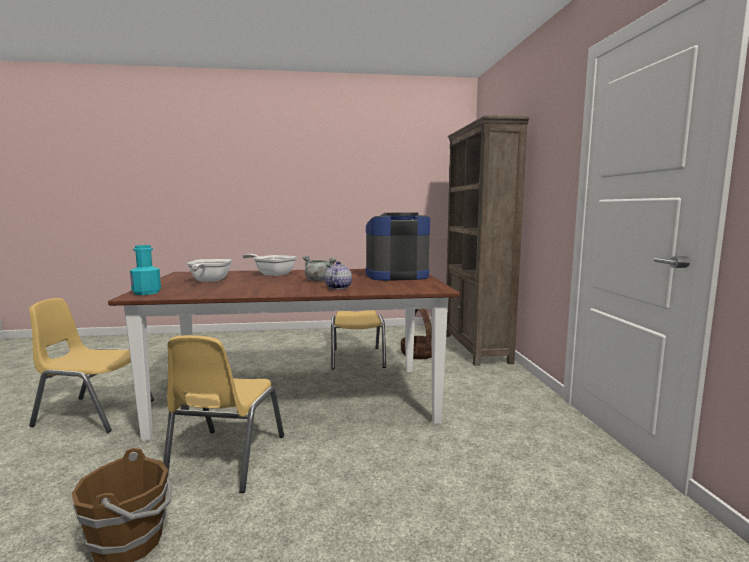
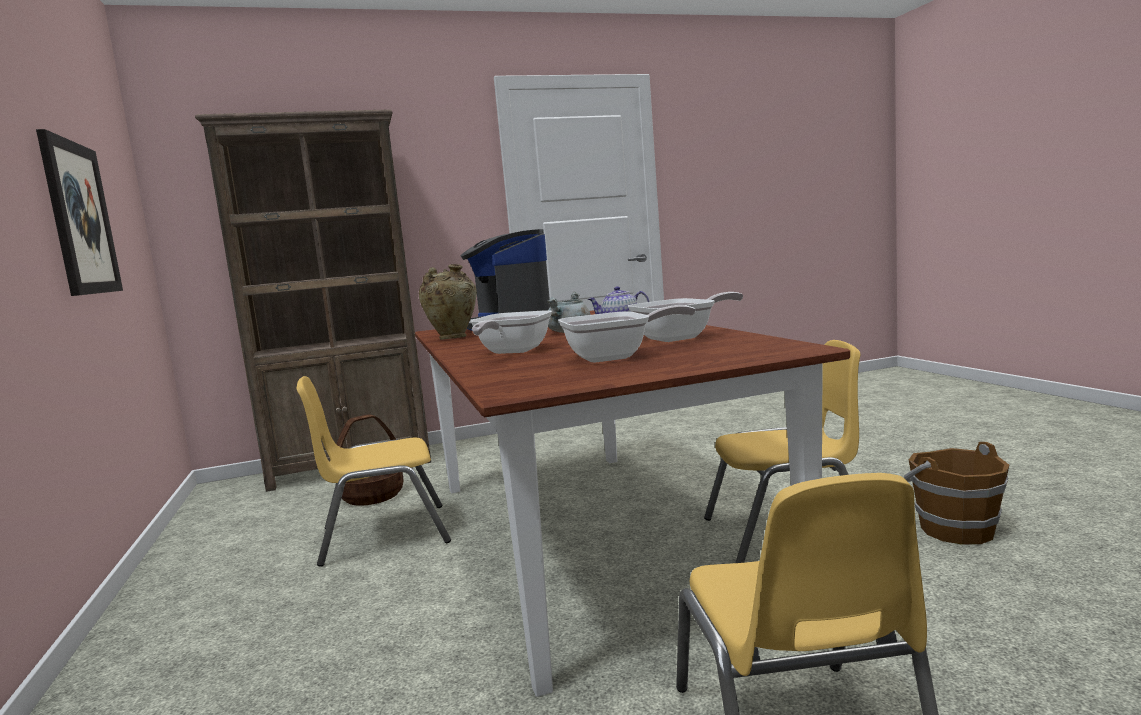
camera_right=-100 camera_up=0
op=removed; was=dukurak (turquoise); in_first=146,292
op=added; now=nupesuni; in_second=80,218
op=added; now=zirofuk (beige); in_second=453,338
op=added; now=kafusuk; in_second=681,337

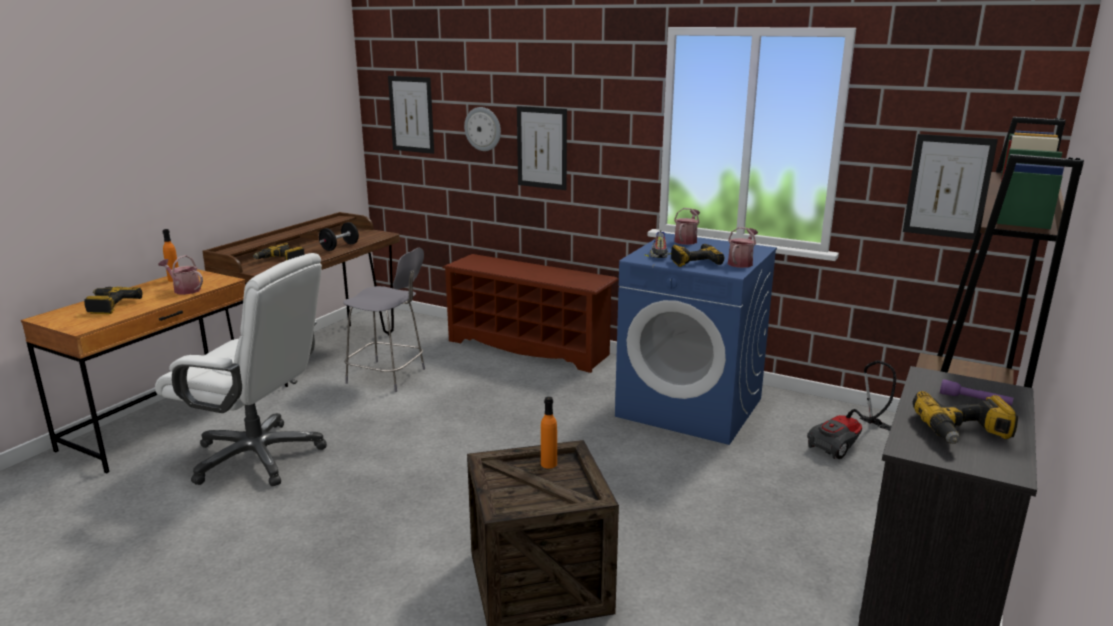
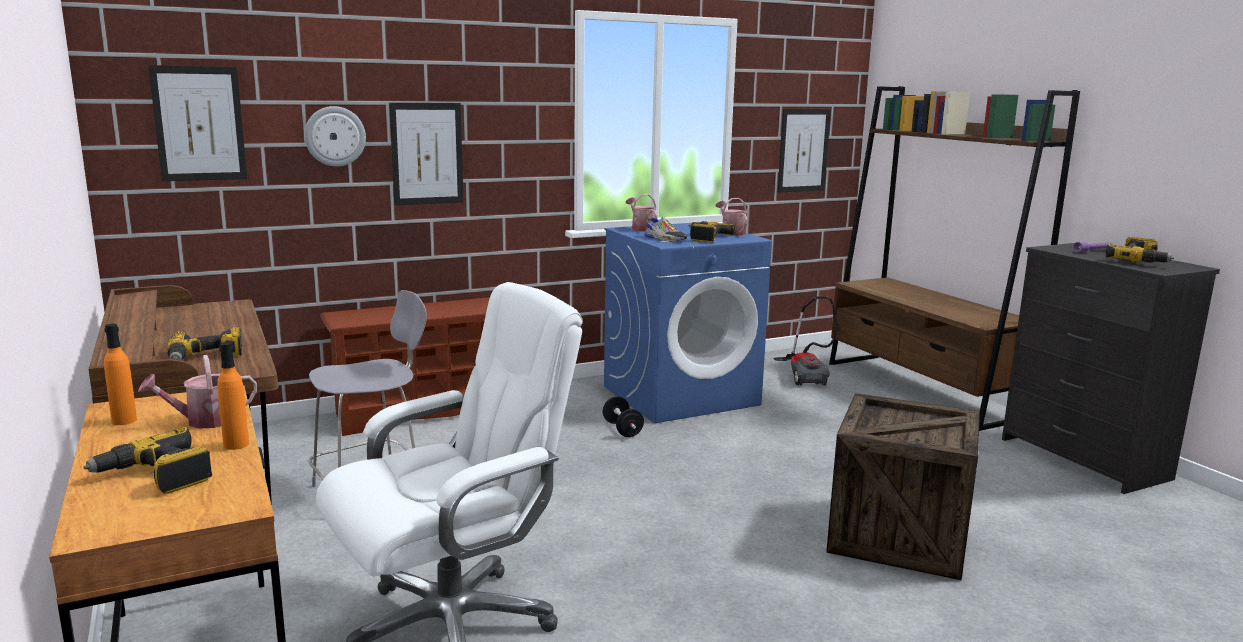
camera_right=-55 camera_up=-5
op=moved; was=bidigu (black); in_first=340,247; in_second=622,429
op=moved; was=dukurak (orange); in_first=549,464; in_second=236,445

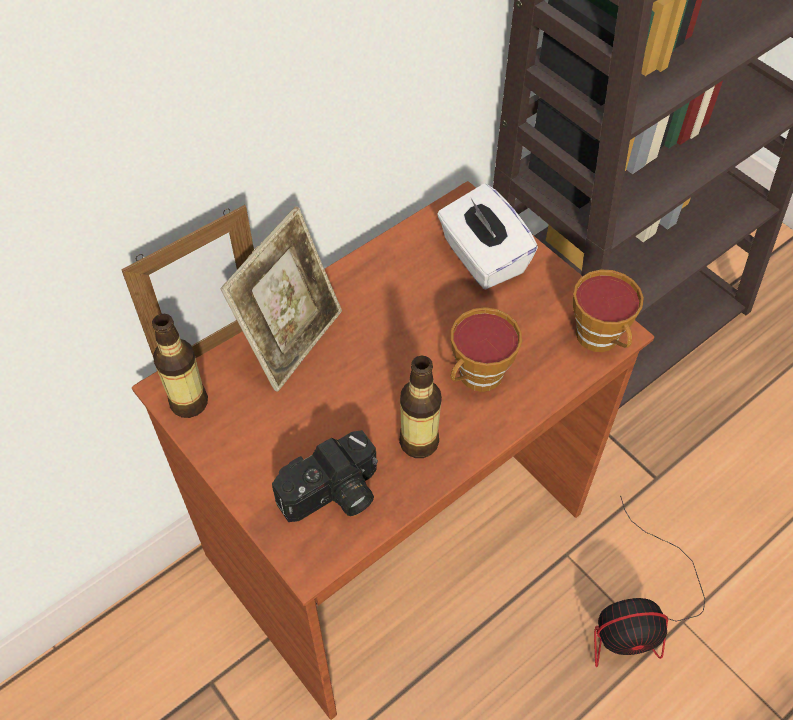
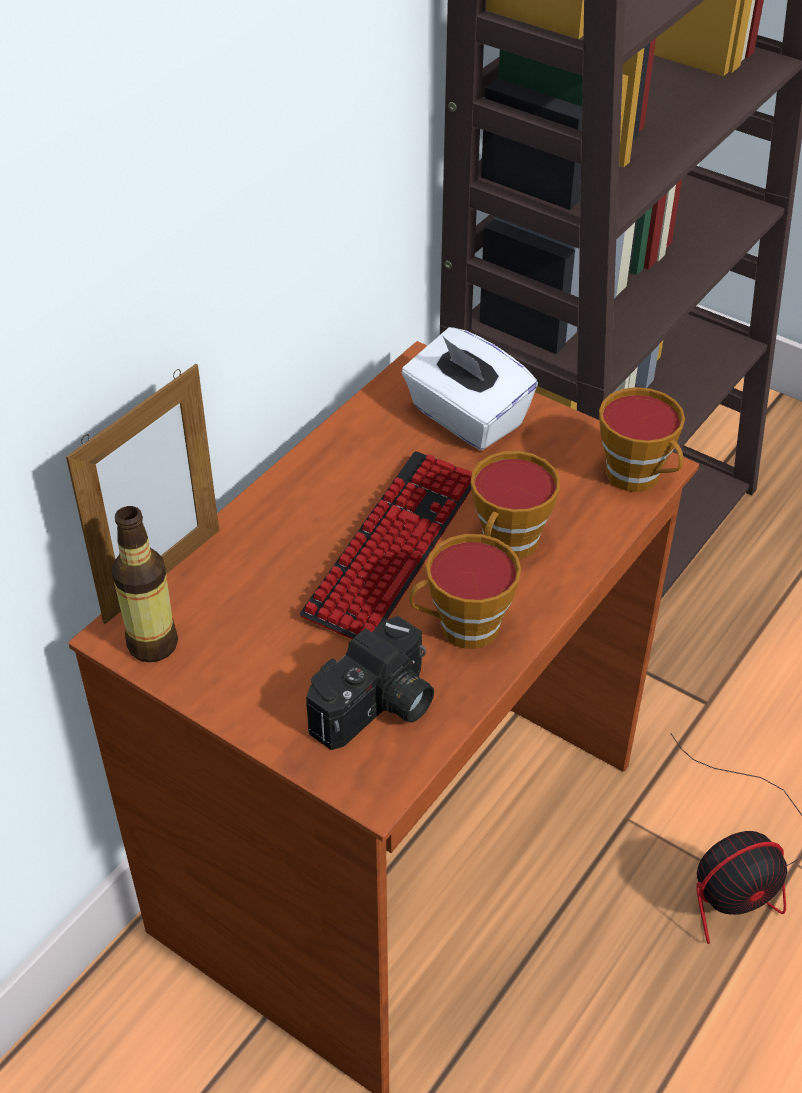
camera_right=-15 camera_up=-10
op=removed; was=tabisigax; in_first=292,340
op=replaced; was=dukurak; now=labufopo; in_first=418,442; in_second=462,629
op=added; now=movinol; in_second=393,547

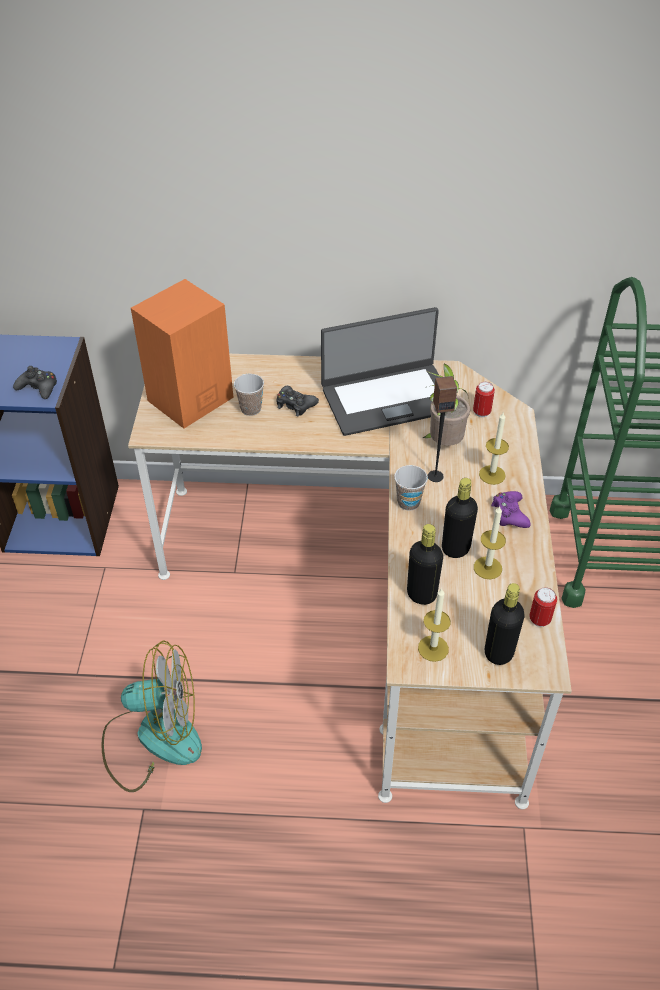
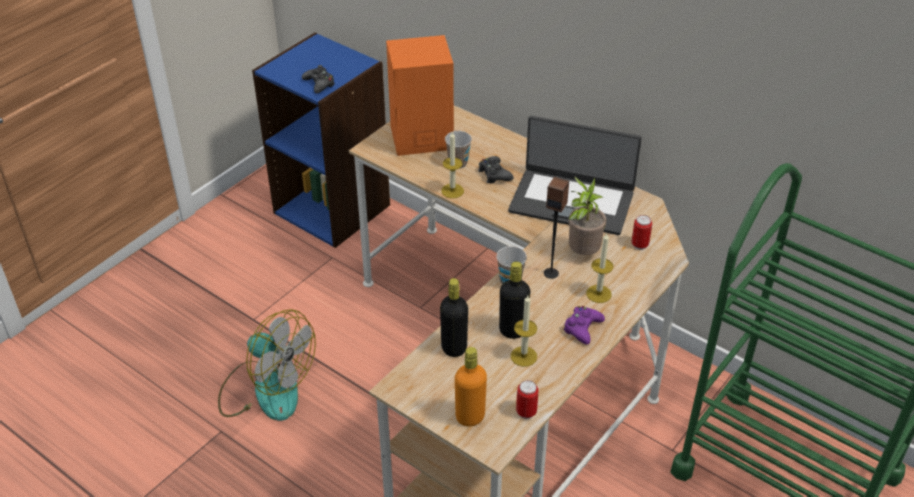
camera_right=35 camera_up=-5
op=recoloured; was=dukurak (black); now=dukurak (orange); in_first=498,653; in_second=470,417
op=moved; was=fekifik; in_first=433,648; in_second=452,191

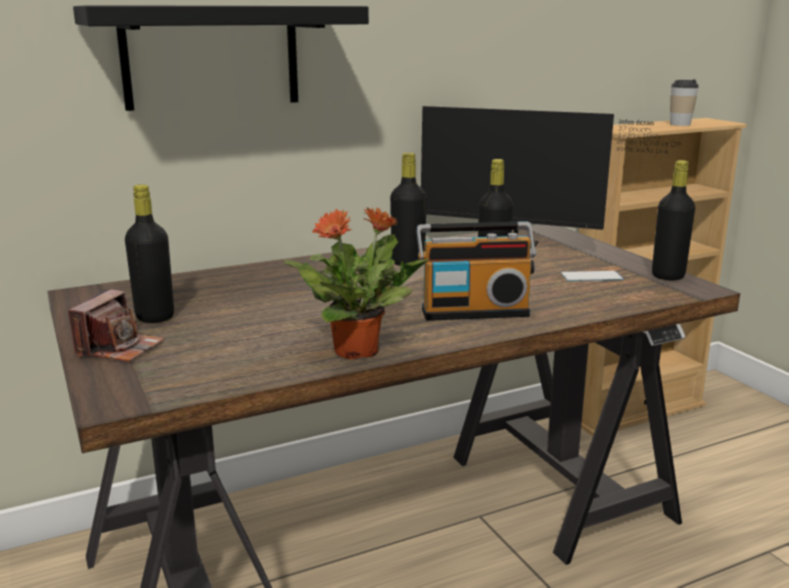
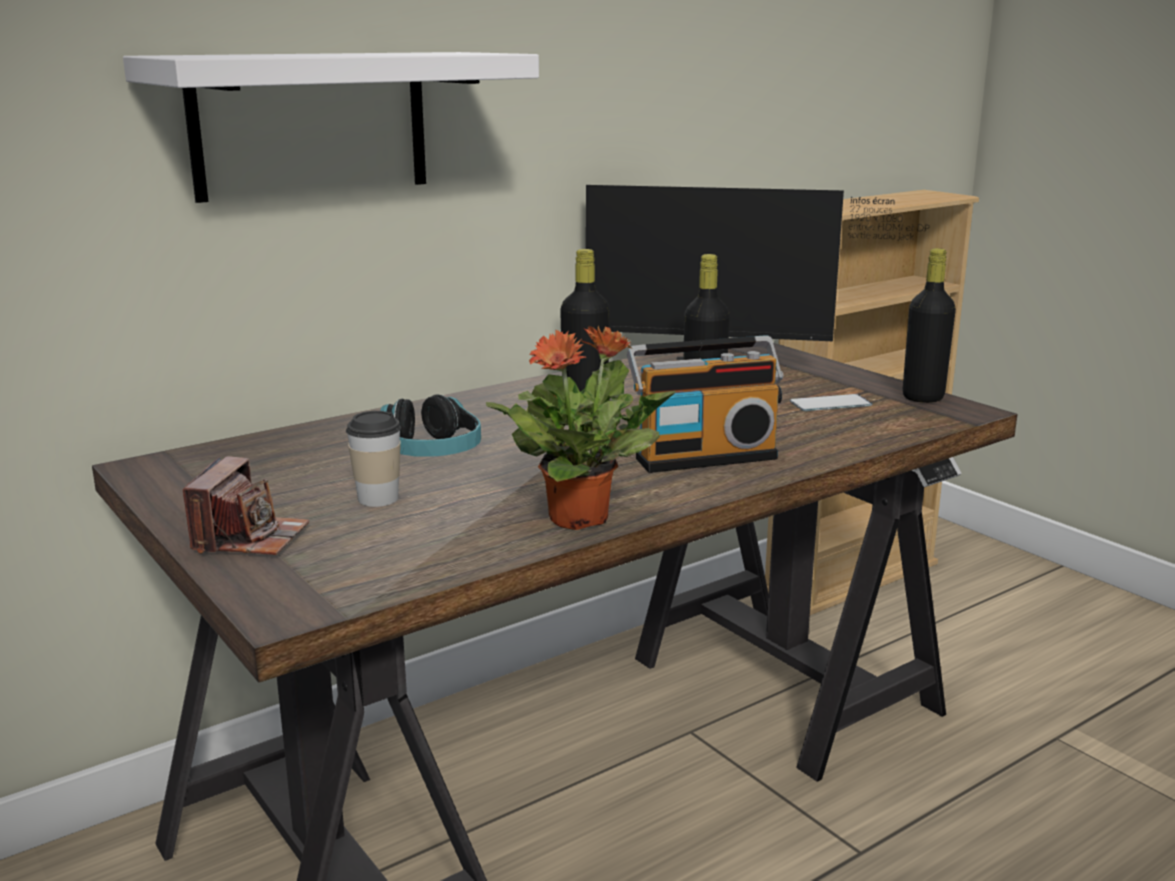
camera_right=-10 camera_up=0
op=recoloured; was=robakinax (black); now=robakinax (white); in_first=211,57; in_second=311,124
op=moved; was=labufopo; in_first=680,124; in_second=378,498
op=removed; was=dukurak (black); in_first=155,317
op=added; now=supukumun; in_second=431,451

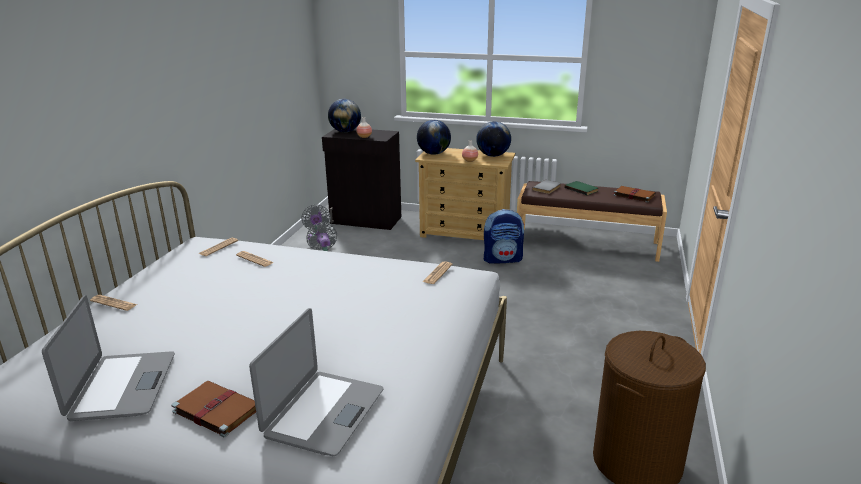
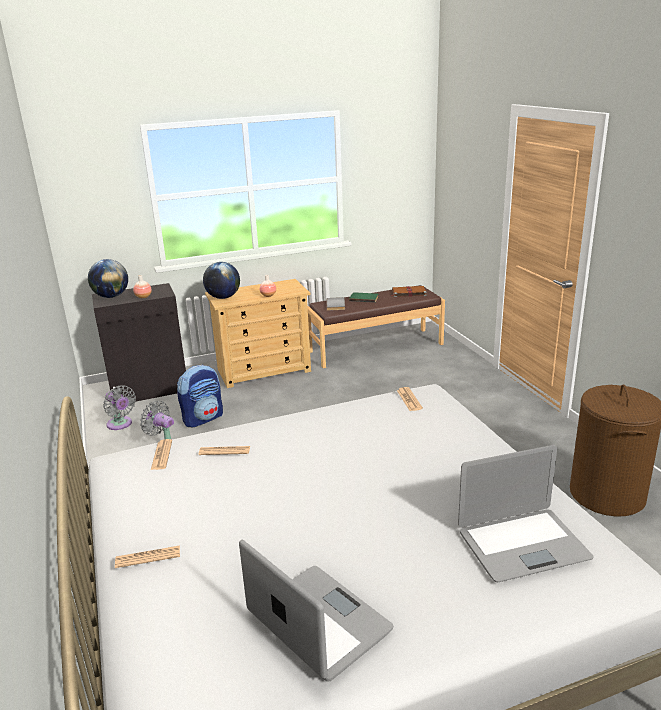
camera_right=-35 camera_up=0
op=removed; was=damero; in_first=493,155
op=moved; was=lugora; in_first=503,259; in_second=203,418
op=turned; was=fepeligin; in_first=323,413; in_second=522,544; clockwise=90
op=removed; was=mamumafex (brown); in_first=215,409

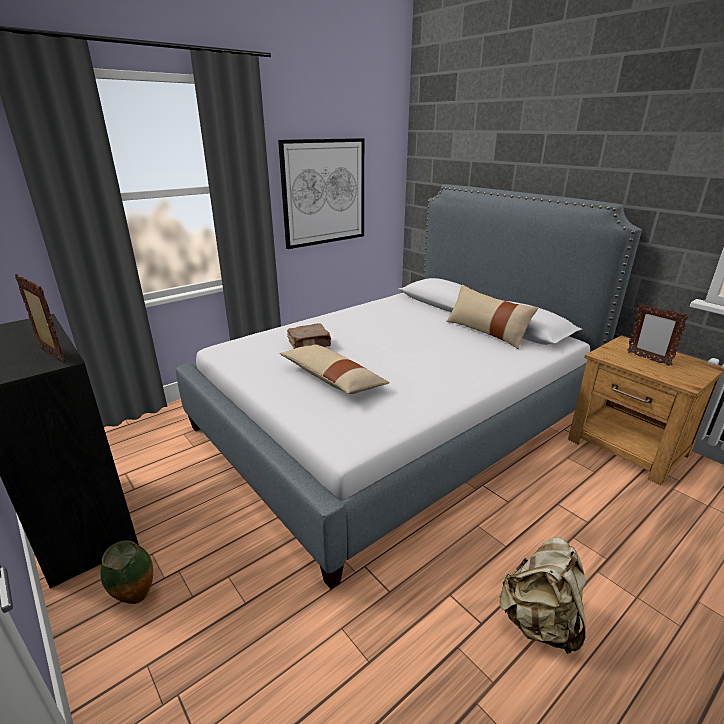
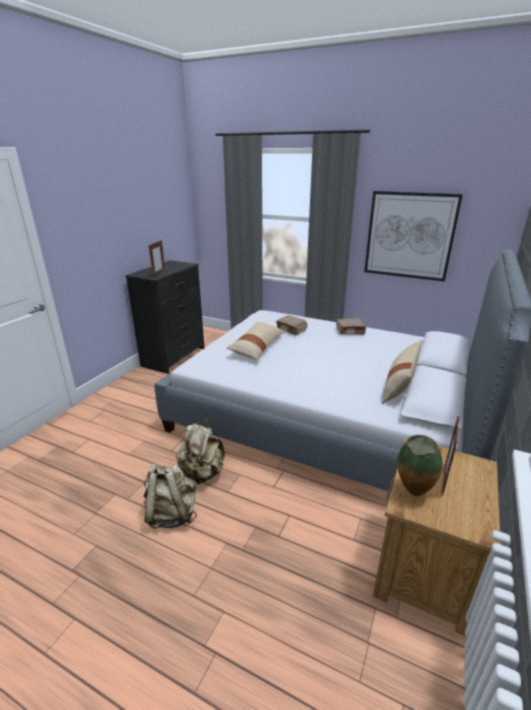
camera_right=65 camera_up=0
op=moved; was=zirofuk; in_first=137,600; in_second=412,493
op=added; now=mamumafex (brown); in_second=350,331
op=added; now=lugora (beige); in_second=202,473

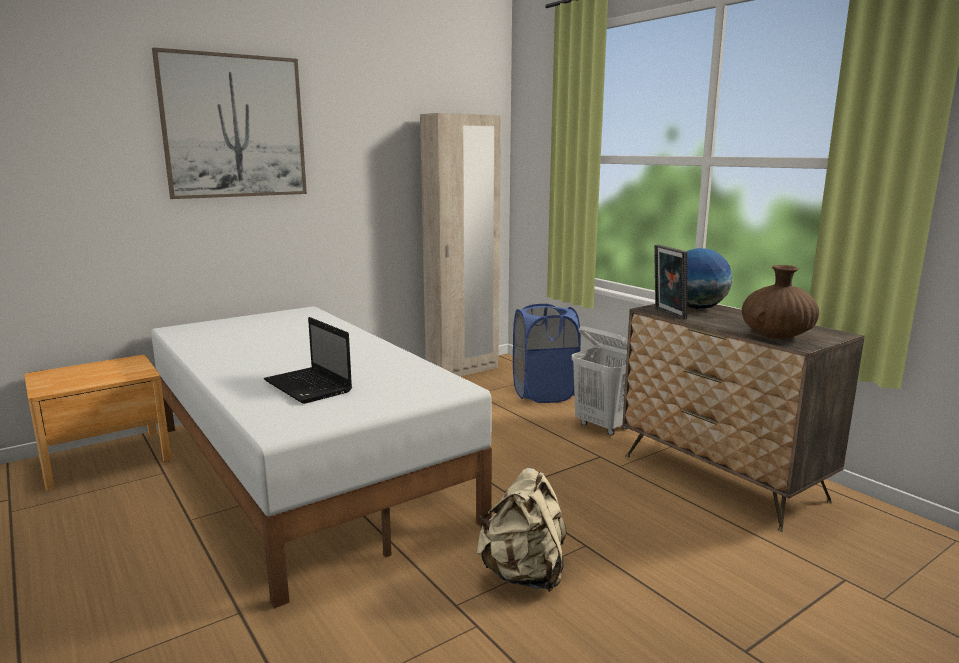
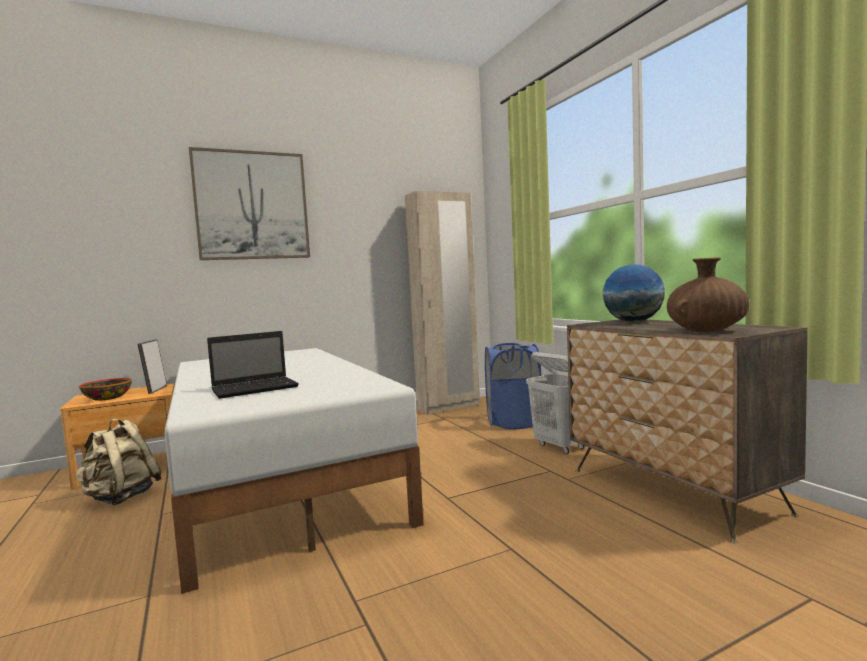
camera_right=10 camera_up=-10
op=moved; was=tabisigax; in_first=667,313; in_second=155,390
op=turned; was=fepeligin; in_first=309,387; in_second=256,388; clockwise=-90
op=moved; was=lugora (beige); in_first=524,574; in_second=120,498
op=added; now=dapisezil; in_second=107,398

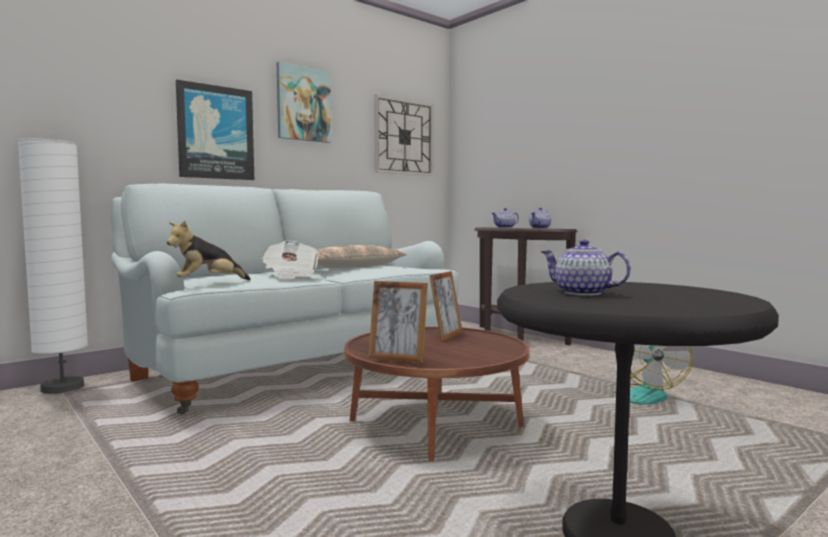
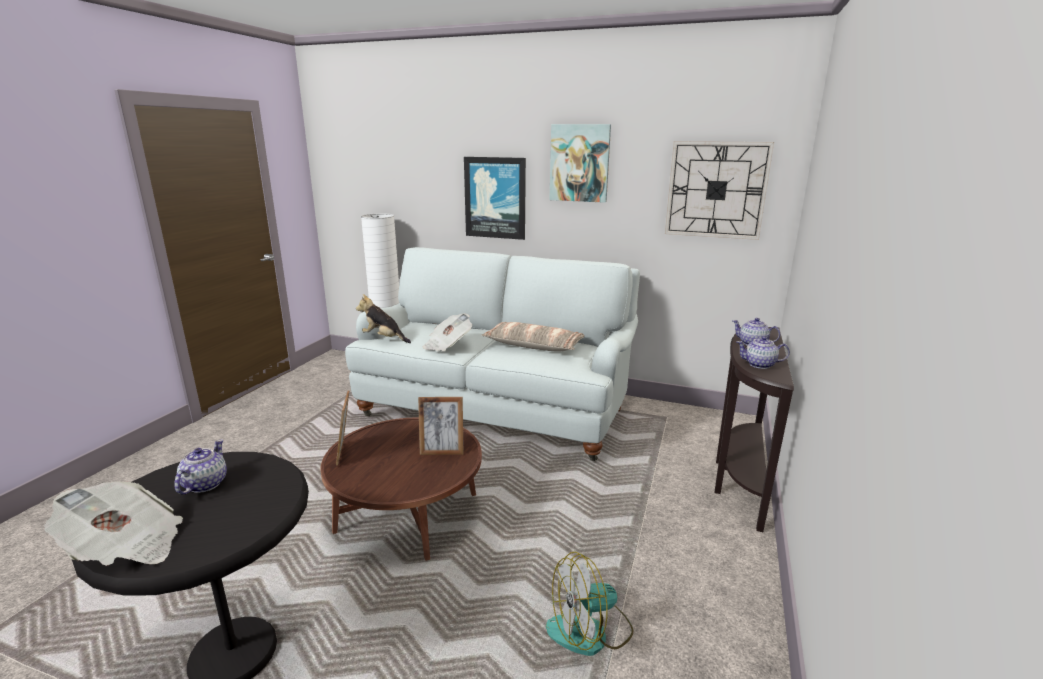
camera_right=60 camera_up=15
op=added; now=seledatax; in_second=126,547

